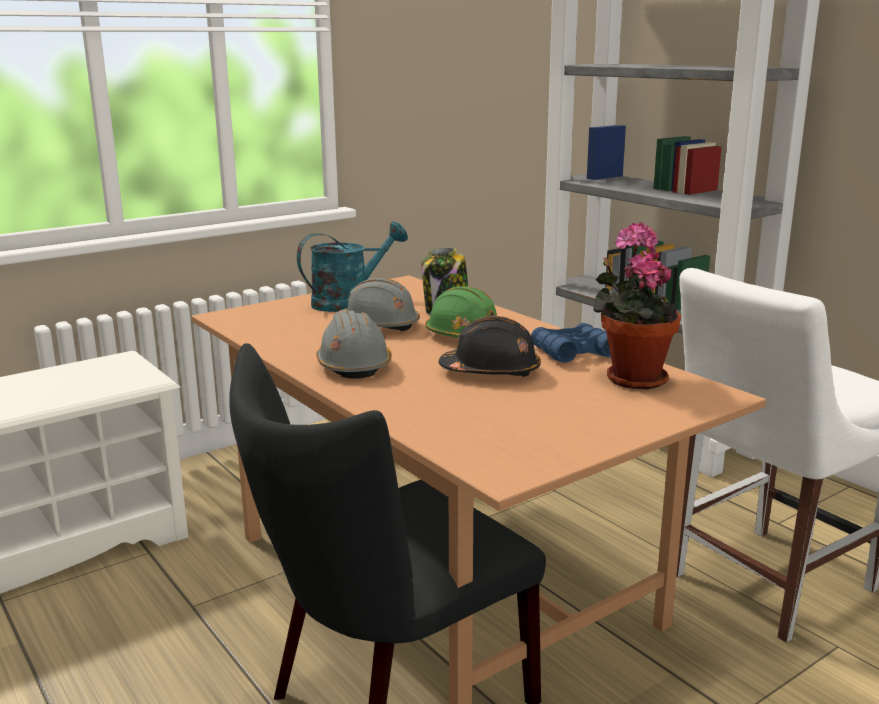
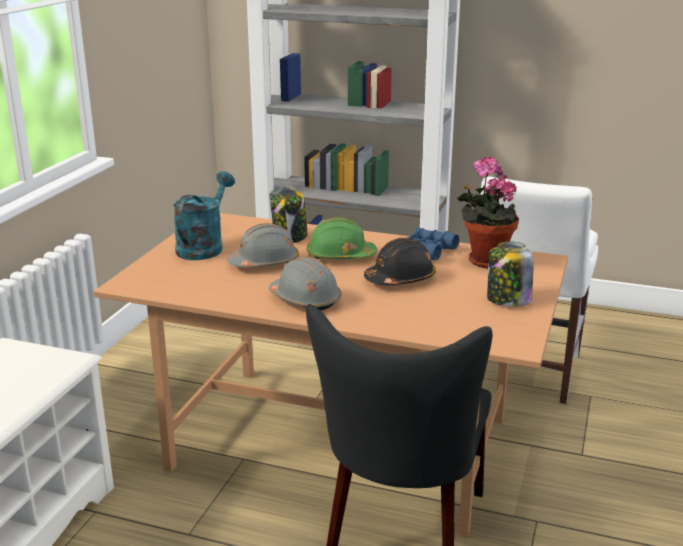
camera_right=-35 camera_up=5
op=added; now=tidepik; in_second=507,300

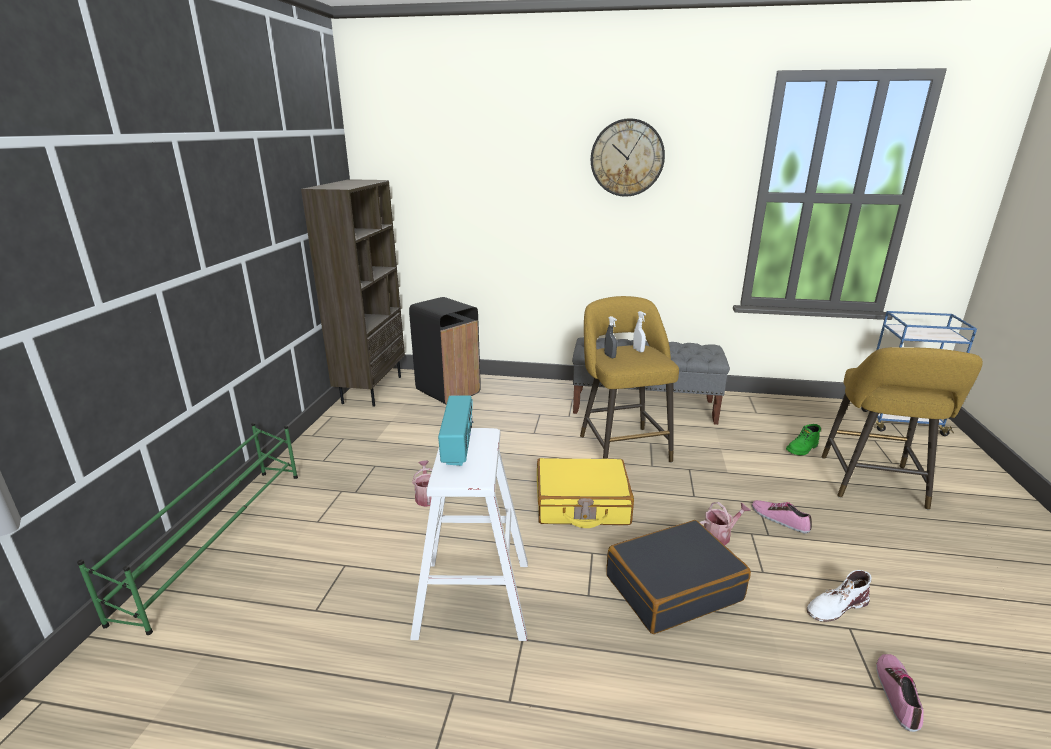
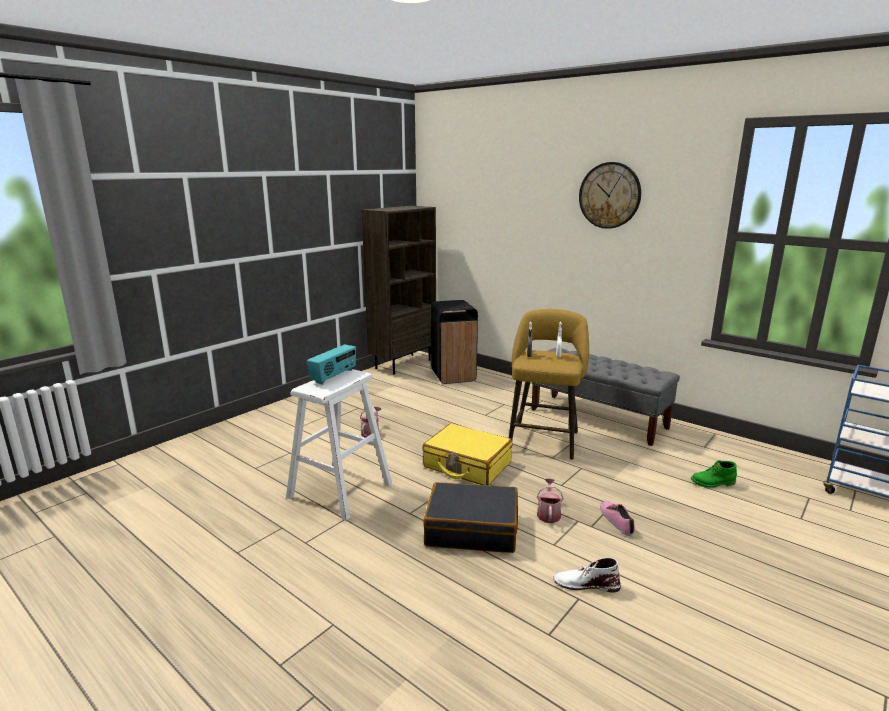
camera_right=30 camera_up=-5
op=removed; was=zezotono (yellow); in_first=873,485
op=removed; was=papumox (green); in_first=218,538
op=turned; was=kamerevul; in_first=719,535; in_second=548,513; clockwise=-90
op=removed; was=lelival; in_first=898,694

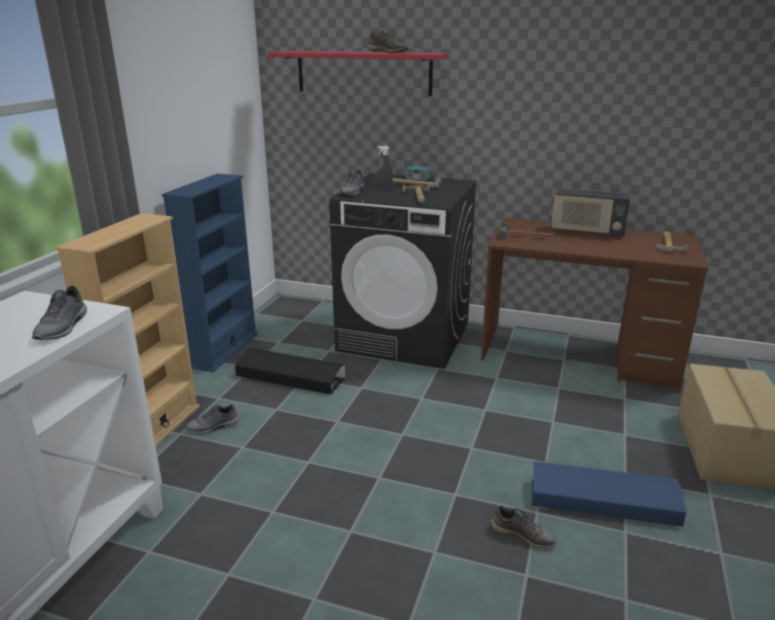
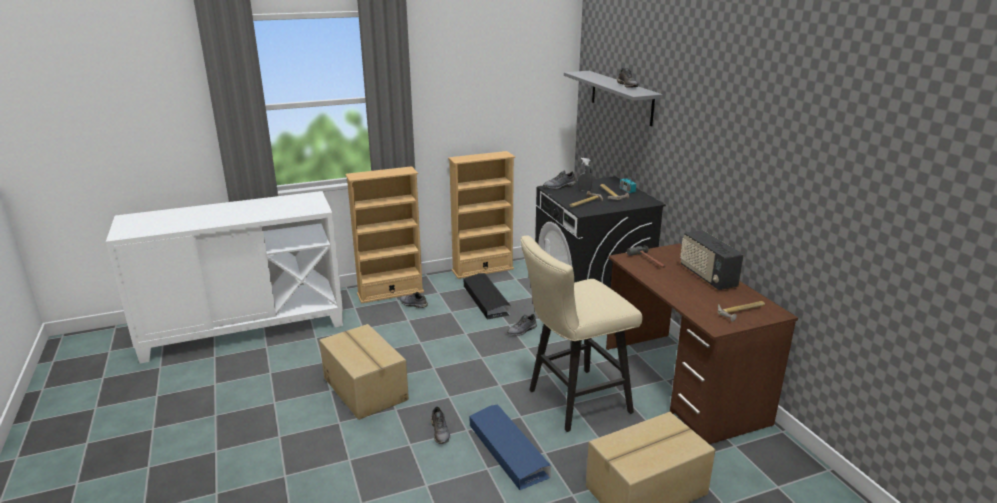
camera_right=50 camera_up=0
op=recoloured; was=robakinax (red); now=robakinax (grey); in_first=363,72; in_second=621,97
op=recoloured; was=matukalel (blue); now=matukalel (beige); in_first=224,350; in_second=482,270
op=moved; was=lelival (grey); in_first=63,327; in_second=522,331
op=added; now=zezotono (beige); in_second=572,402
op=added; now=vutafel; in_second=366,388

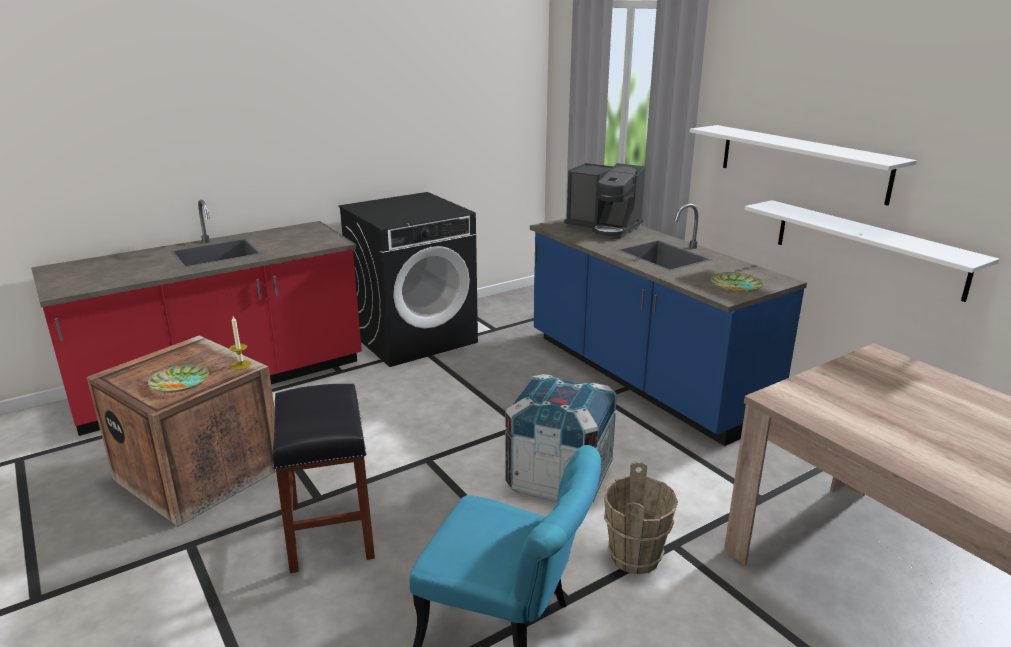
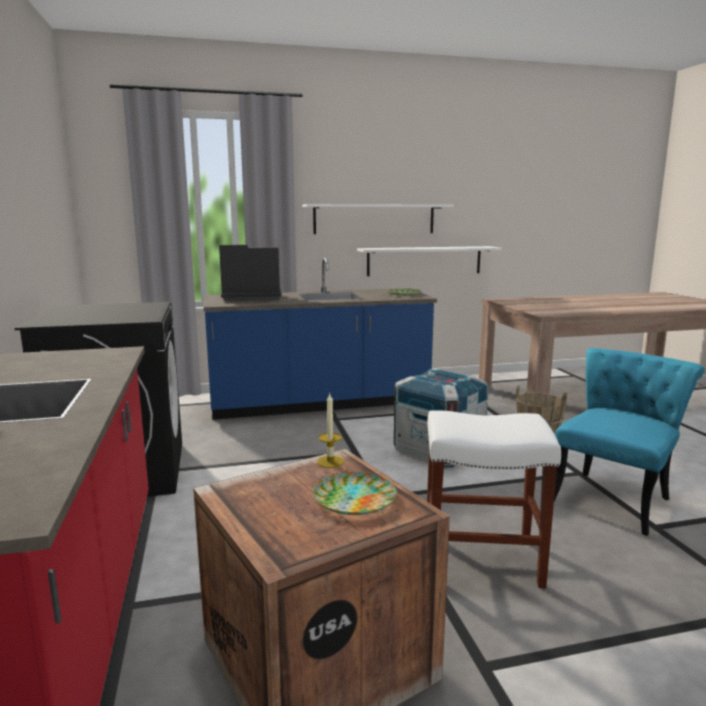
camera_right=-70 camera_up=-10
op=turned; was=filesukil; in_first=604,228; in_second=250,297; clockwise=-150
op=recoloured; was=zezotono (black); now=zezotono (white); in_first=329,530; in_second=479,559

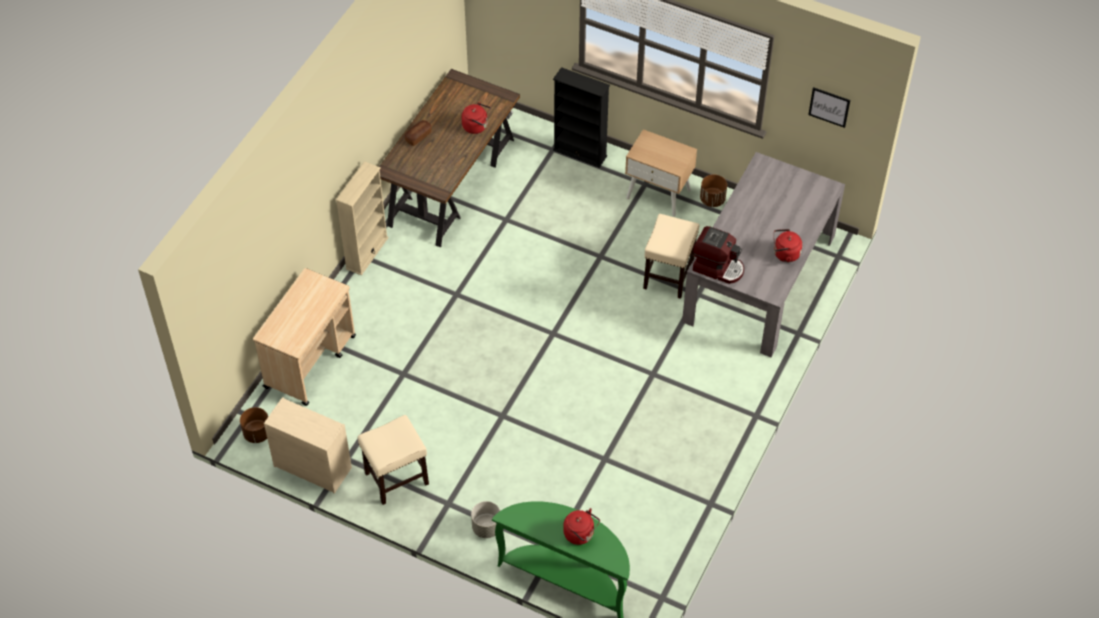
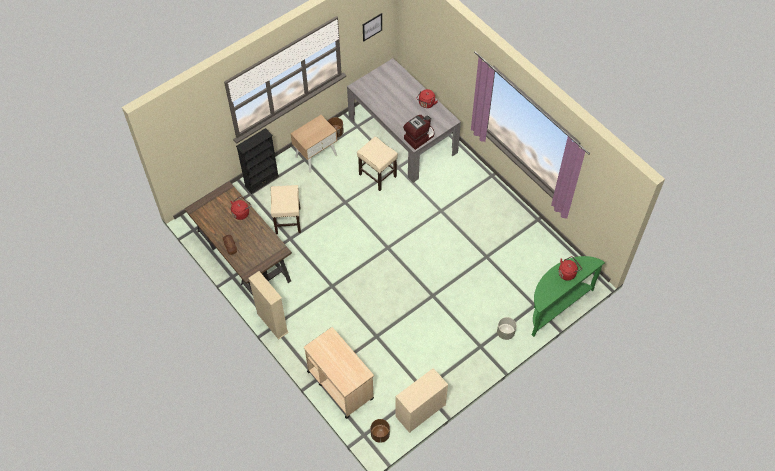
camera_right=-65 camera_up=5
op=moved; was=zezotono (beige); in_first=396,479; in_second=288,221

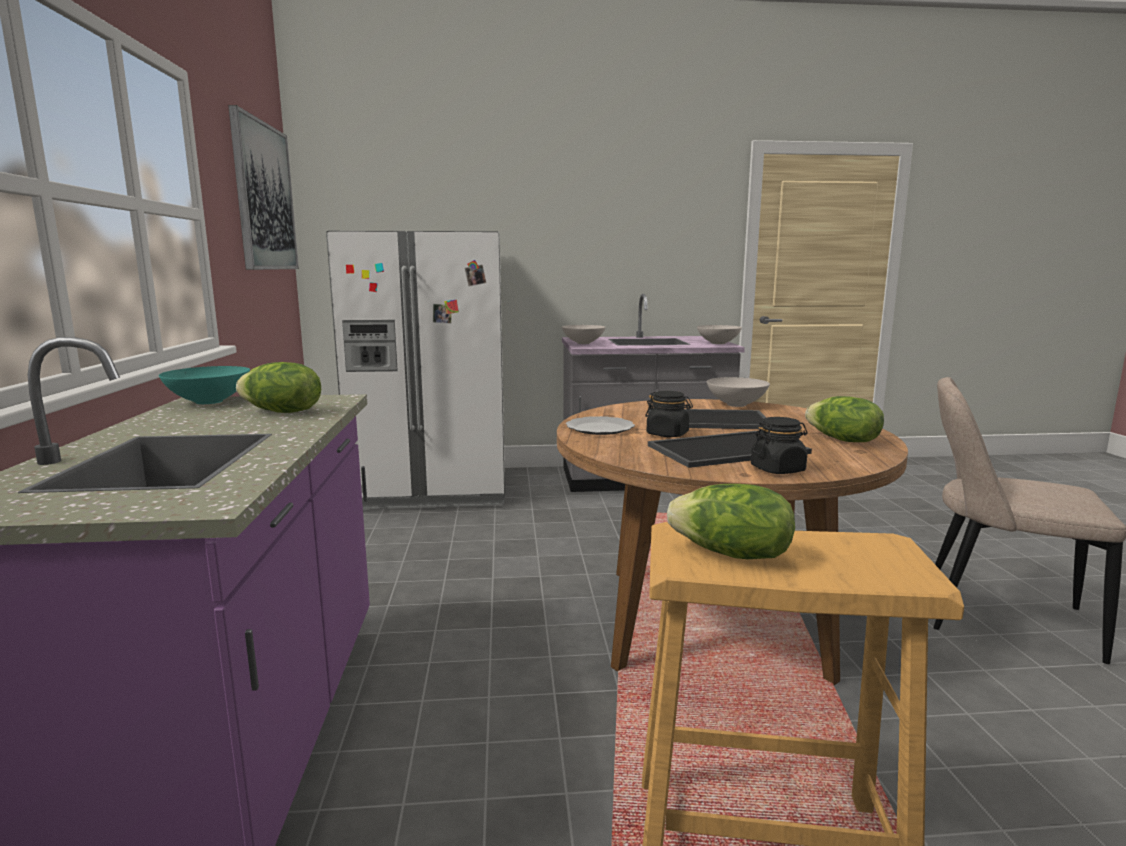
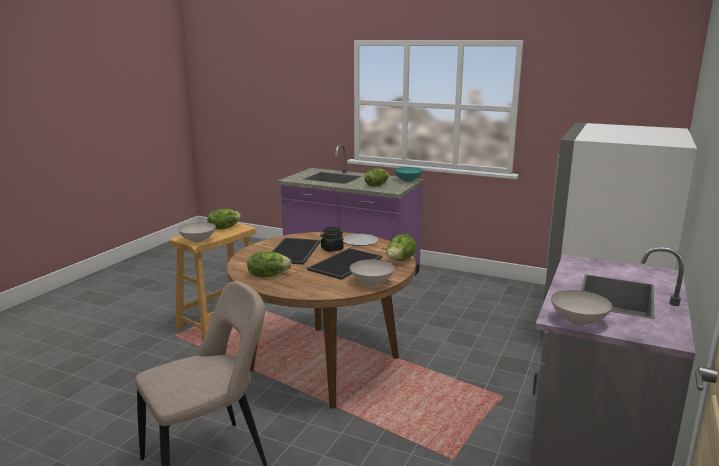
camera_right=120 camera_up=5
op=removed; was=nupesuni; in_first=264,197
op=moved; was=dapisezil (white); in_first=583,343; in_second=198,240
op=removed; was=tidepik (black); in_first=778,469
op=added; now=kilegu; in_second=400,261

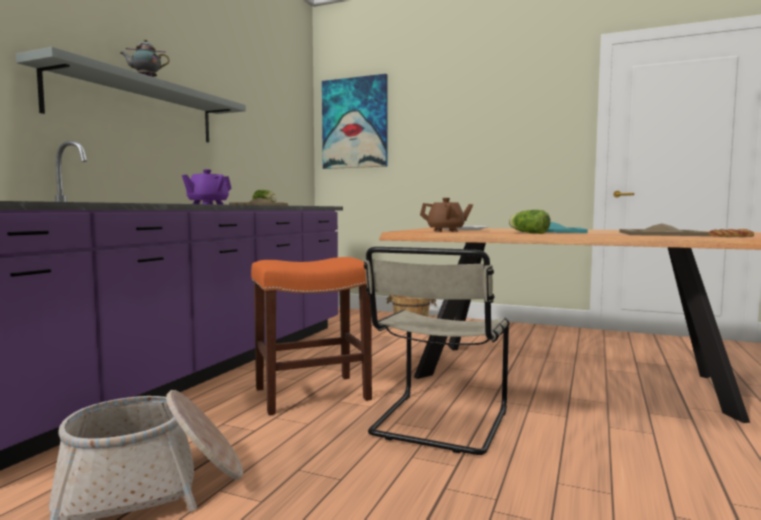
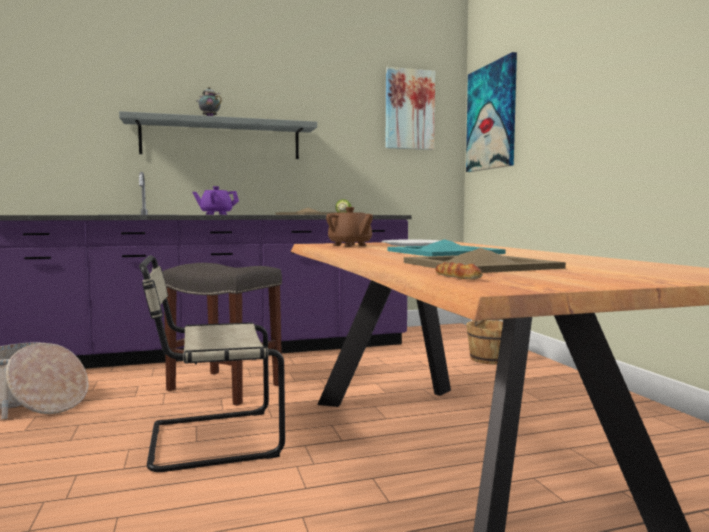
camera_right=50 camera_up=0
op=removed; was=kilegu; in_first=528,233
op=recoloured; was=zezotono (orange); now=zezotono (grey); in_first=313,393; in_second=226,387
op=added; now=nupesuni; in_second=409,109

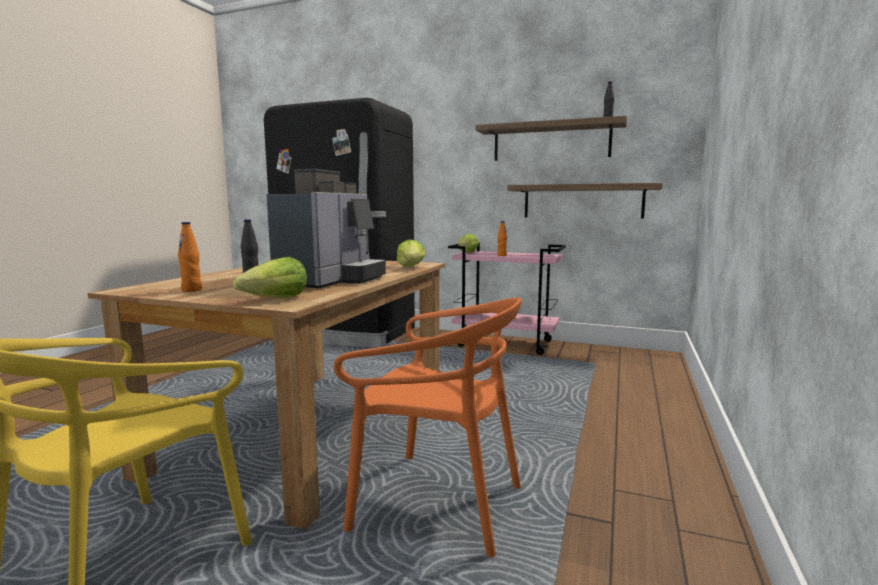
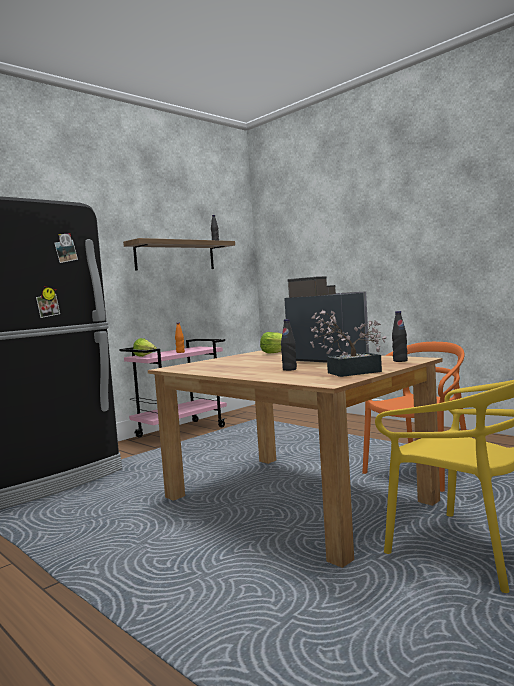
camera_right=-65 camera_up=-5
op=removed; was=robakinax; in_first=582,201
op=replaced; was=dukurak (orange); now=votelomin; in_first=192,290; in_second=348,373
op=replaced; was=kilegu; now=dukurak (black); in_first=276,299; in_second=400,361

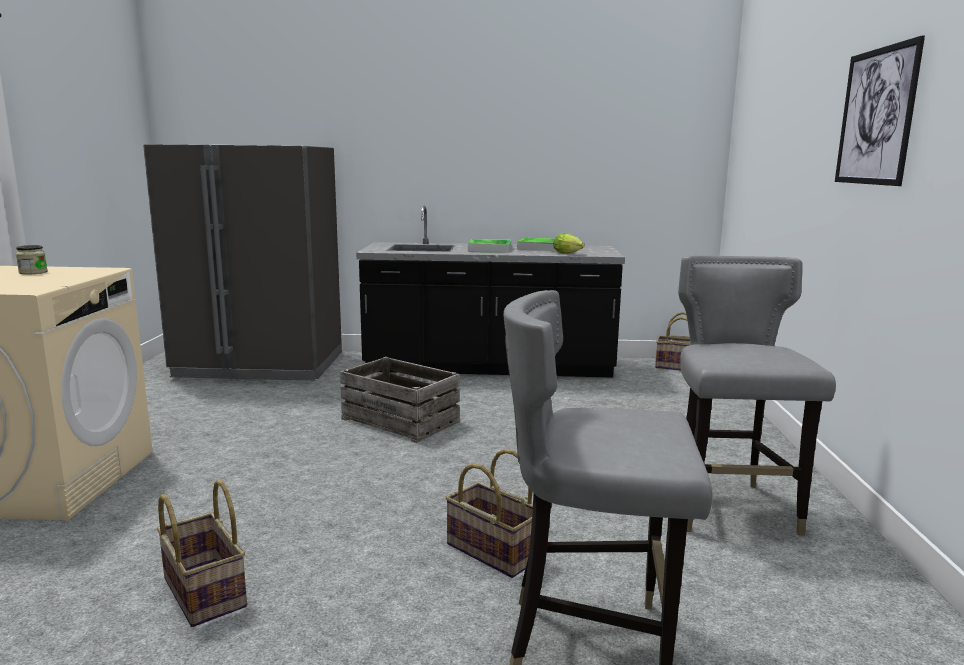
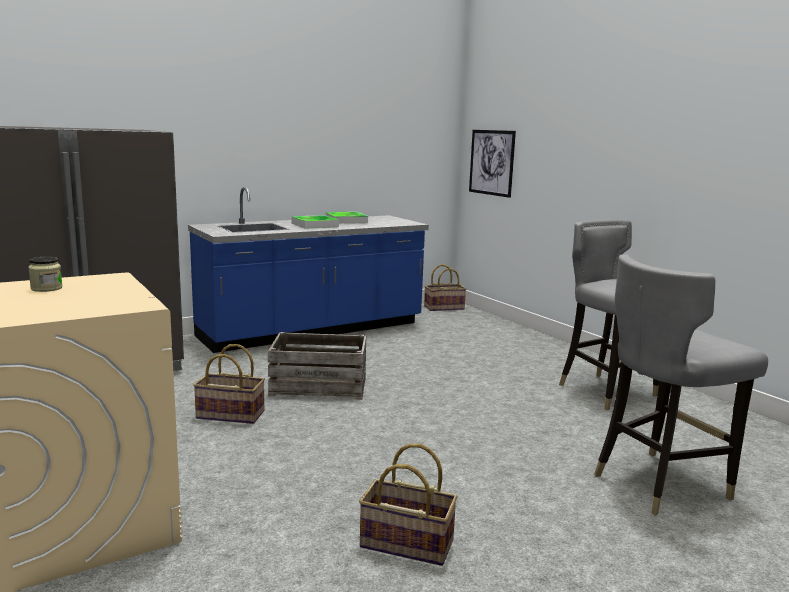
camera_right=-35 camera_up=0
op=moved; was=nupesuni; in_first=876,117; in_second=491,162
op=recoloured; was=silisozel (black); now=silisozel (blue); in_first=489,367; in_second=313,330
op=removed; was=kilegu; in_first=569,253
op=moved; was=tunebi; in_first=492,552; in_second=229,415

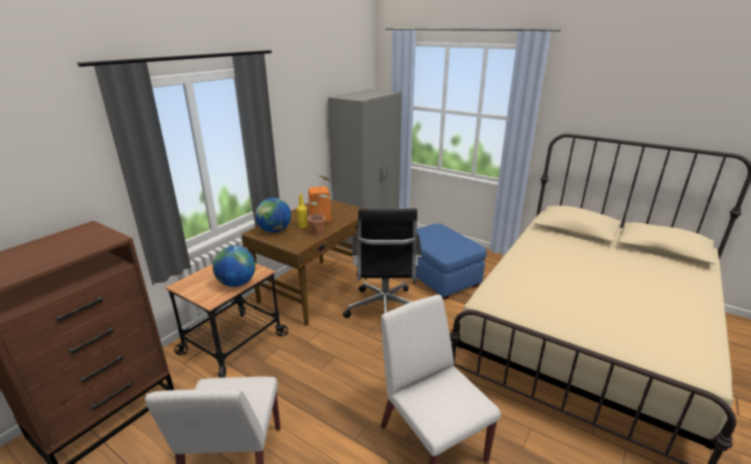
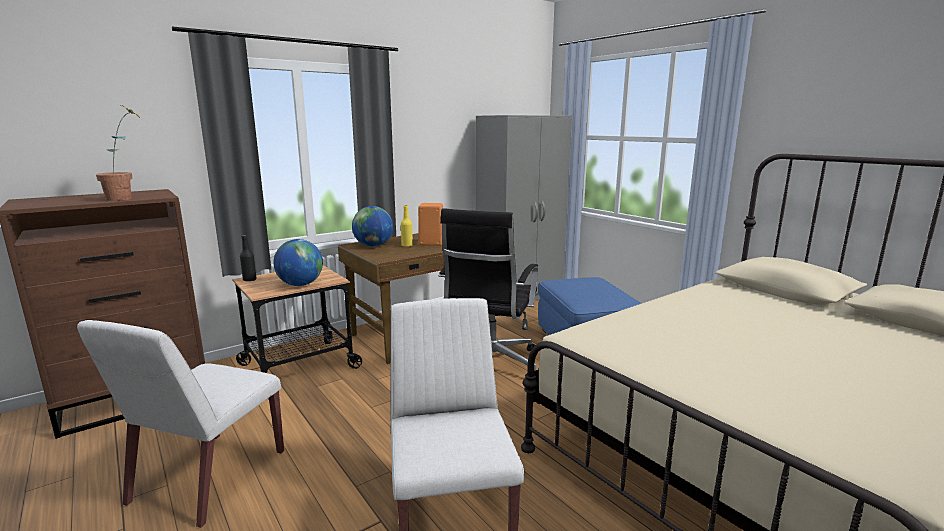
camera_right=20 camera_up=-10
op=moved; was=votelomin; in_first=320,230; in_second=127,198
op=added; now=dukurak (black); in_second=249,280

